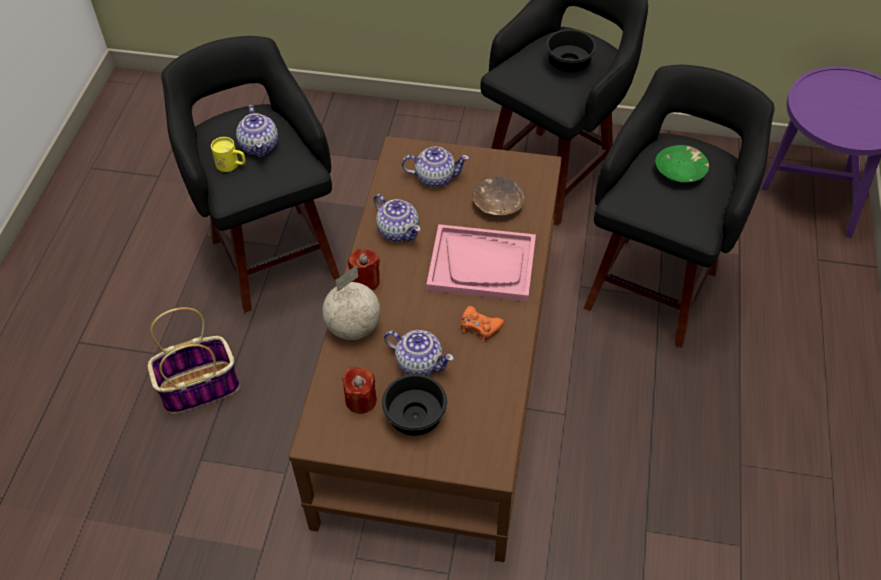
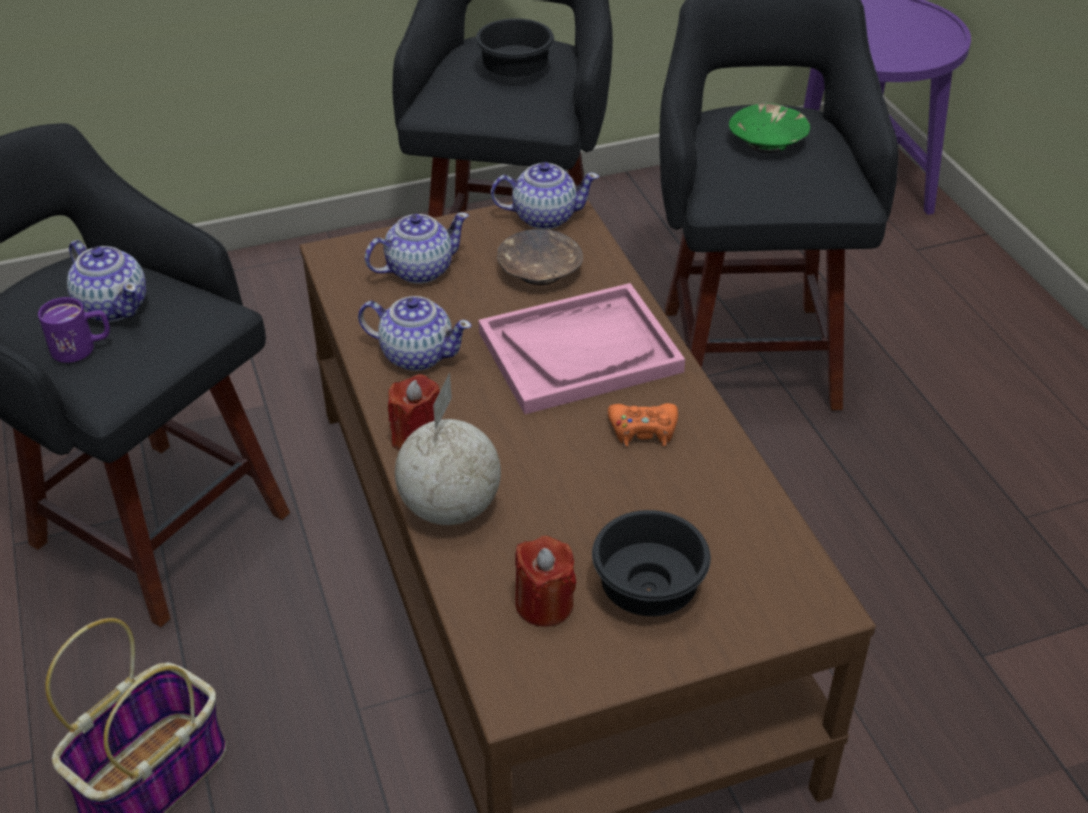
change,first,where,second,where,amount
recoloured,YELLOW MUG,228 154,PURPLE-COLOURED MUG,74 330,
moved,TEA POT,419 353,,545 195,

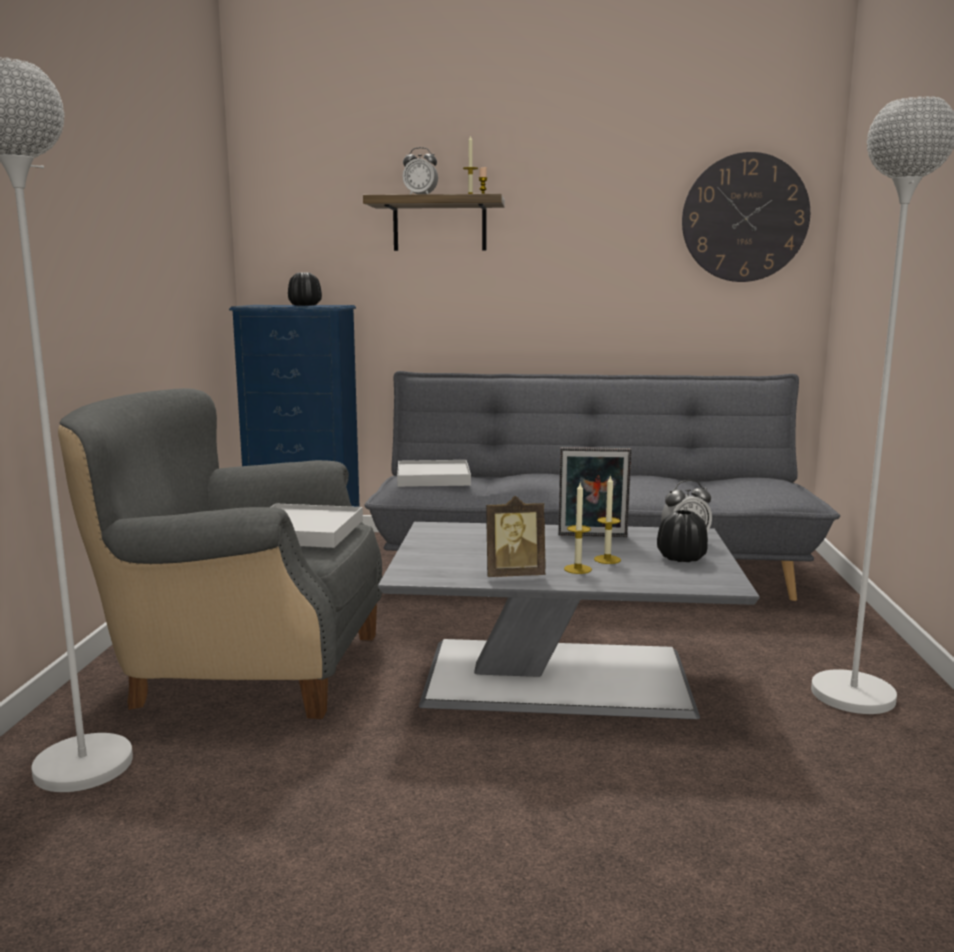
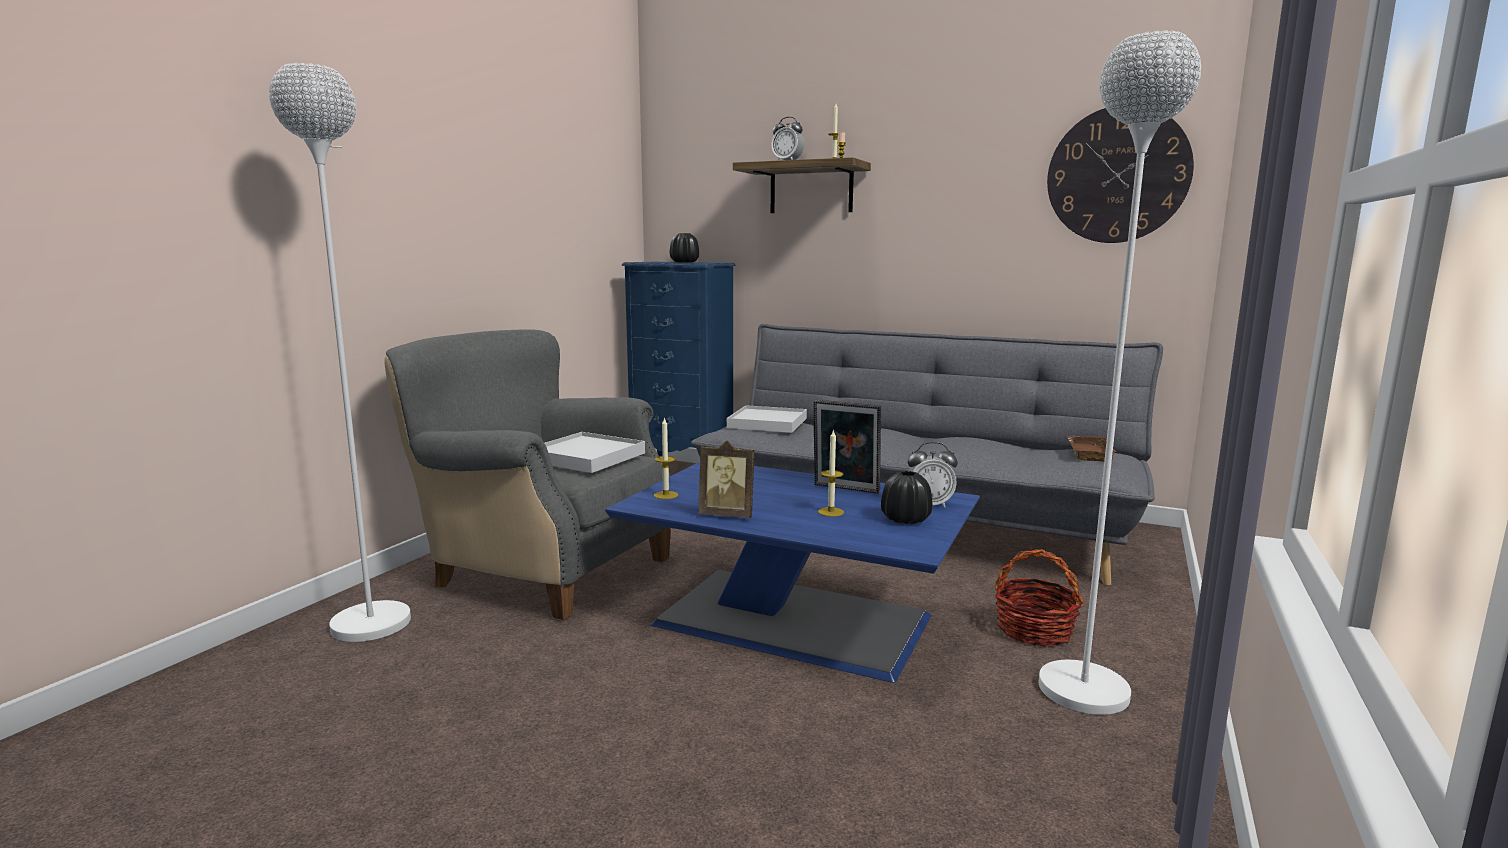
change,first,where,second,where,amount
recoloured,GREYISH LOUNGE TABLE,569 620,BLUISH LOUNGE TABLE,792 572,
moved,WAX LIGHT,578 528,,666 458,
added,,,HOUSEHOLD BASKET,1039 598,
added,,,BROWN-COLOURED TRAY,1092 448,

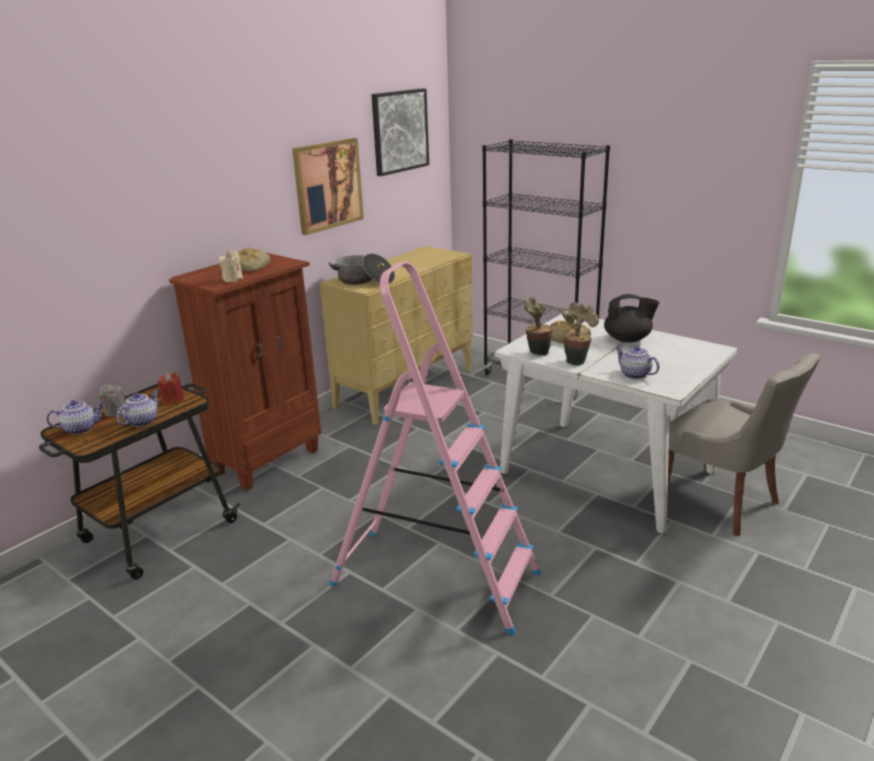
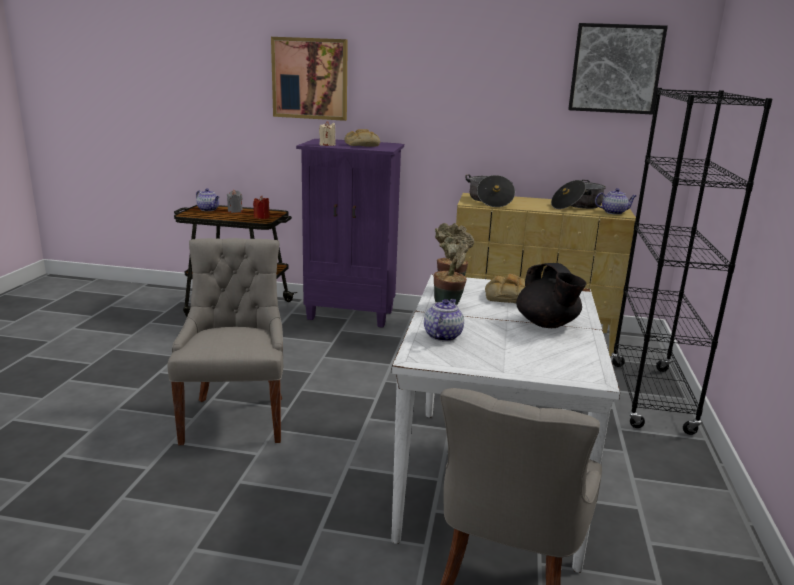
change,first,where,second,where,amount
moved,TEA POT,137 408,,616 201,
recoloured,BROWN-COLOURED STORAGE CABINET,245 371,PURPLE-COLOURED STORAGE CABINET,350 233,
moved,WALL PICTURE,328 186,,309 79,
replaced,PINK-COLOURED STEPLADDER,435 448,GREYISH UPRIGHT CHAIR,225 341,
added,,,COOKING POT,578 194,

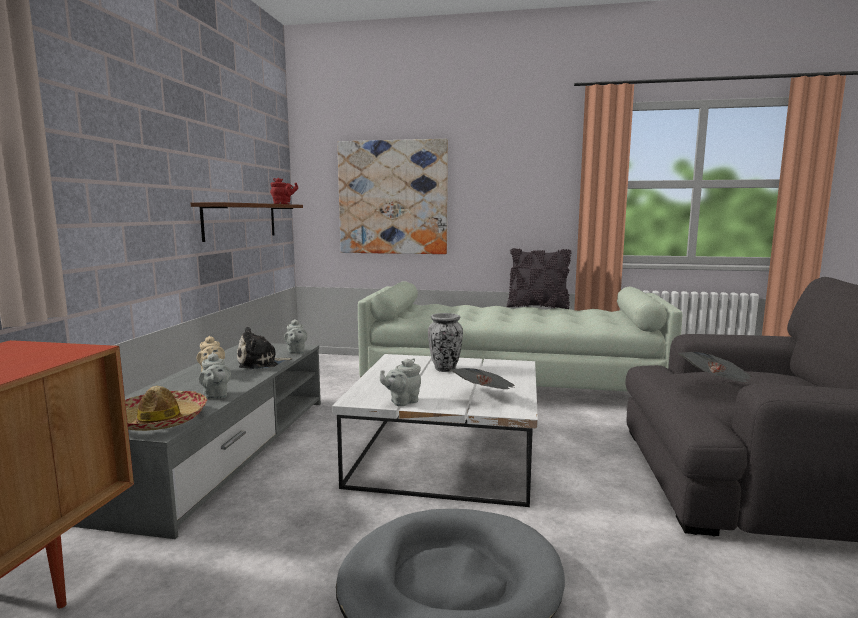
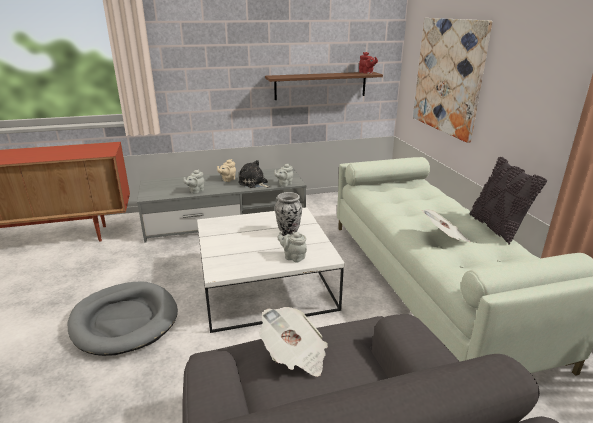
change,first,where,second,where,amount
removed,WEARABLE HAT,166 408,,,
moved,GREYISH TEA POT,400 382,,292 247,
moved,PRINTED PAPER,482 378,,446 225,

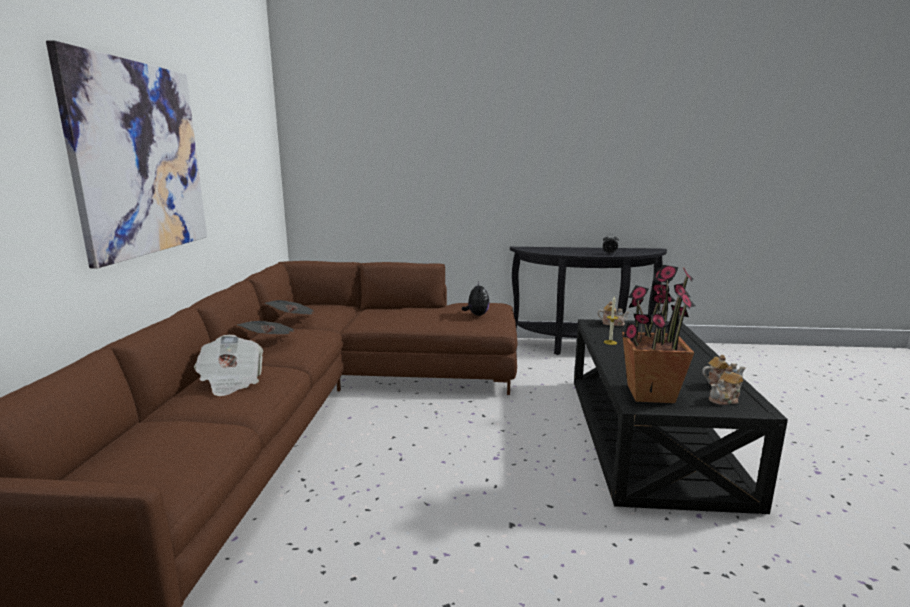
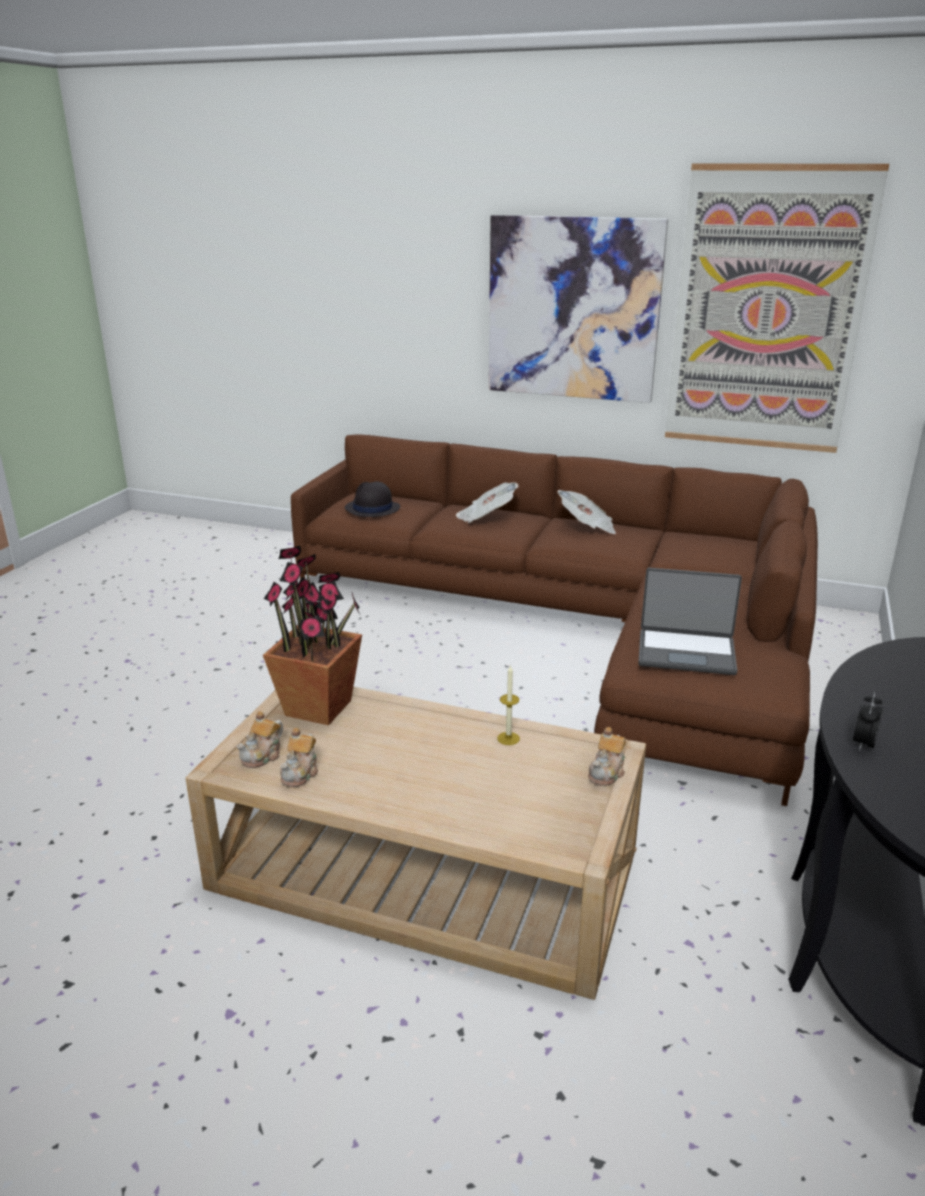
change,first,where,second,where,amount
removed,PRINTED PAPER,289 307,,,
replaced,PLUSH TOY,475 299,NOTEBOOK COMPUTER,690 621,
recoloured,BLACK LOUNGE TABLE,681 416,BEIGE-COLOURED LOUNGE TABLE,416 843,
turned,TEA POT,726 385,,259 739,135 degrees counterclockwise
added,,,BLACK WEARABLE HAT,372 499,
added,,,WALL PICTURE,777 308,

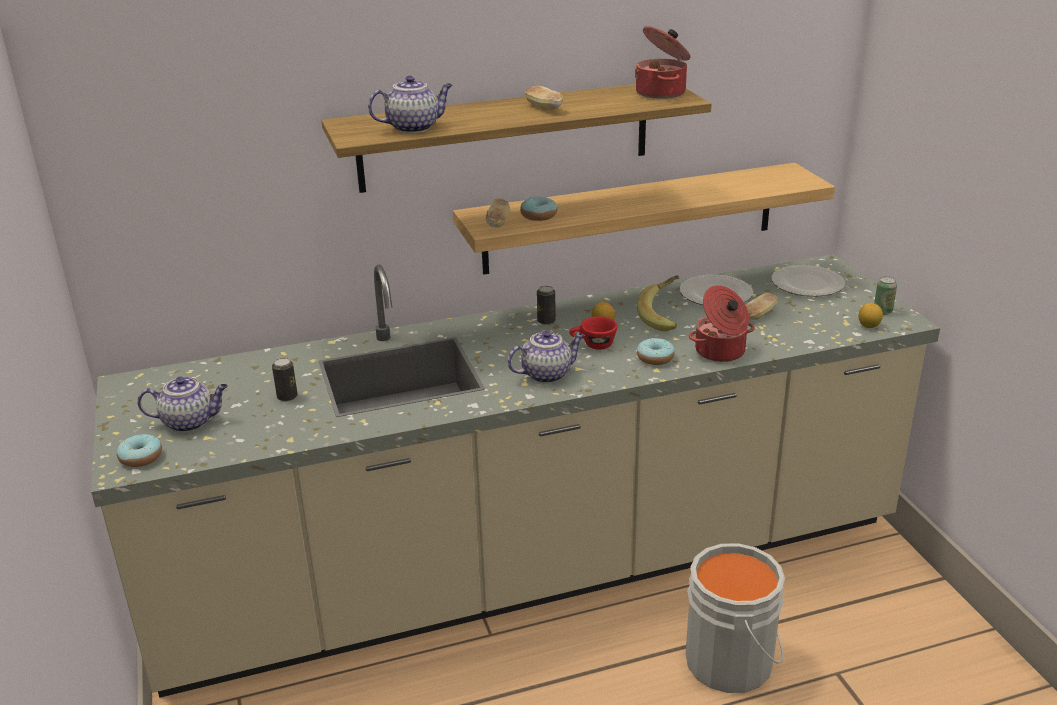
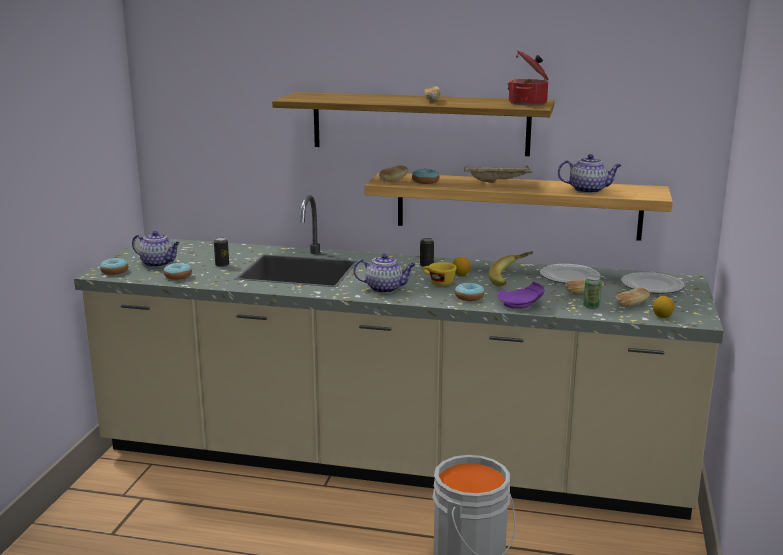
change,first,where,second,where,amount
moved,TEA POT,410 104,,590 173,
recoloured,REDDISH CUP,594 333,YELLOW CUP,440 274,
replaced,COOKING POT,721 323,PURPLE-COLOURED DINNER PLATE,521 295,
moved,METAL CAN,885 295,,592 292,
added,,,RING DOUGHNUT,178 271,
added,,,BEIGE-COLOURED TRAY,498 174,
added,,,BREAD,633 297,

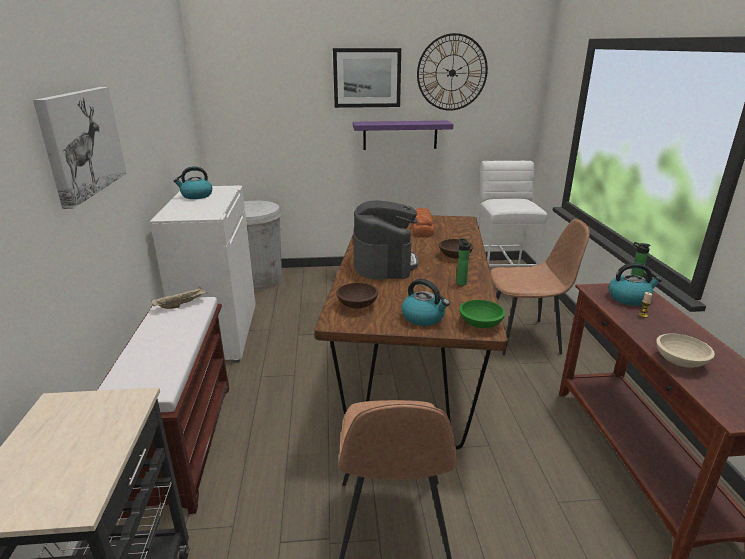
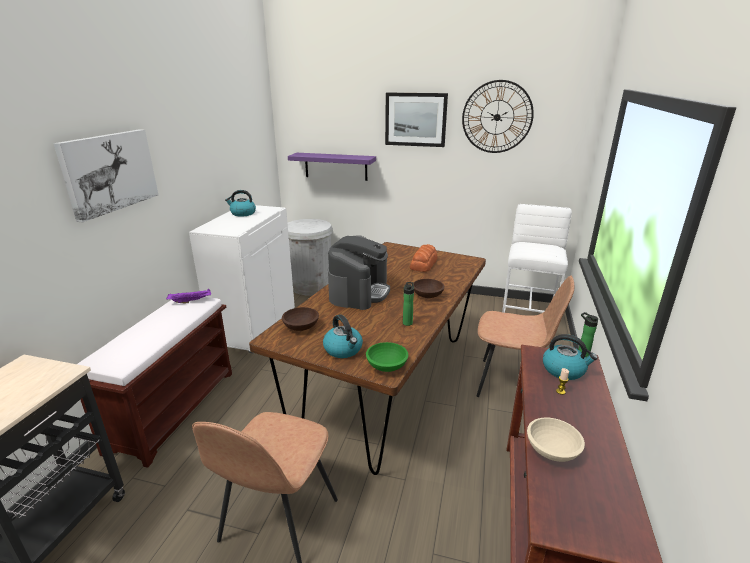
change,first,where,second,where,amount
recoloured,BEIGE-COLOURED TRAY,179 297,PURPLE-COLOURED TRAY,188 296,
moved,PURPLE-COLOURED BRACKET SHELF,403 135,,332 167,

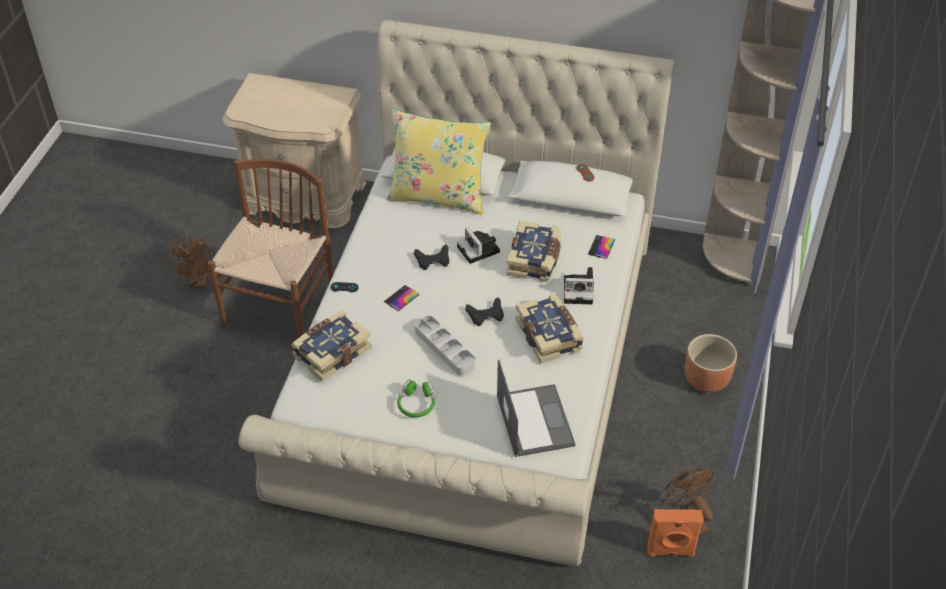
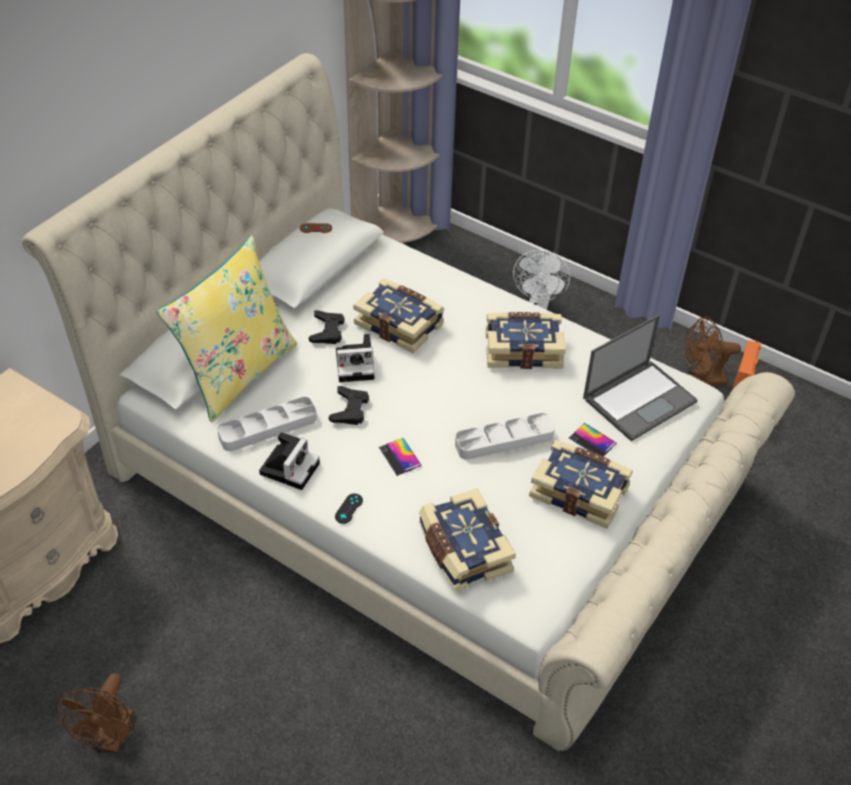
change,first,where,second,where,amount
turned,BROWN-COLOURED COOLING FAN,191 263,,95 713,75 degrees clockwise
removed,BROWN-COLOURED UPRIGHT CHAIR,270 248,,,
replaced,GREEN HEADSET,416 399,BOOK,581 484,
moved,BLACK GAME CONTROLLER,484 311,,327 327,
turned,NOTEBOOK COMPUTER,536 408,,640 378,135 degrees clockwise
moved,STILL CAMERA,579 285,,289 461,
moved,PHONE,601 247,,593 440,
replaced,BROWN-COLOURED PLANTER,711 363,WHITE COOLING FAN,541 280,
added,,,GREYISH TRAY,267 424,

